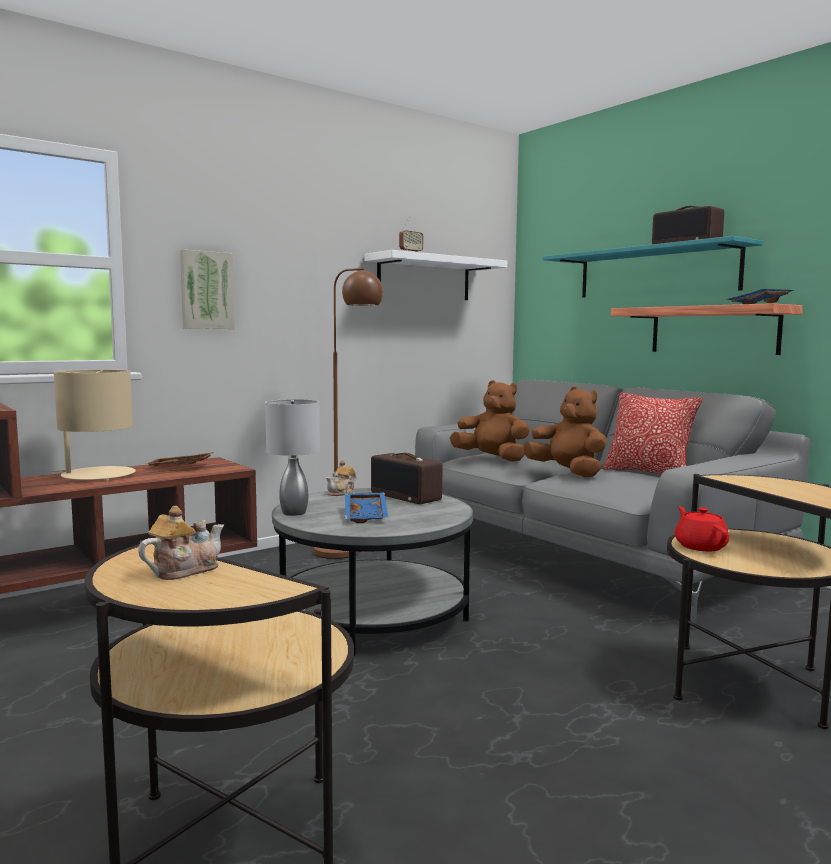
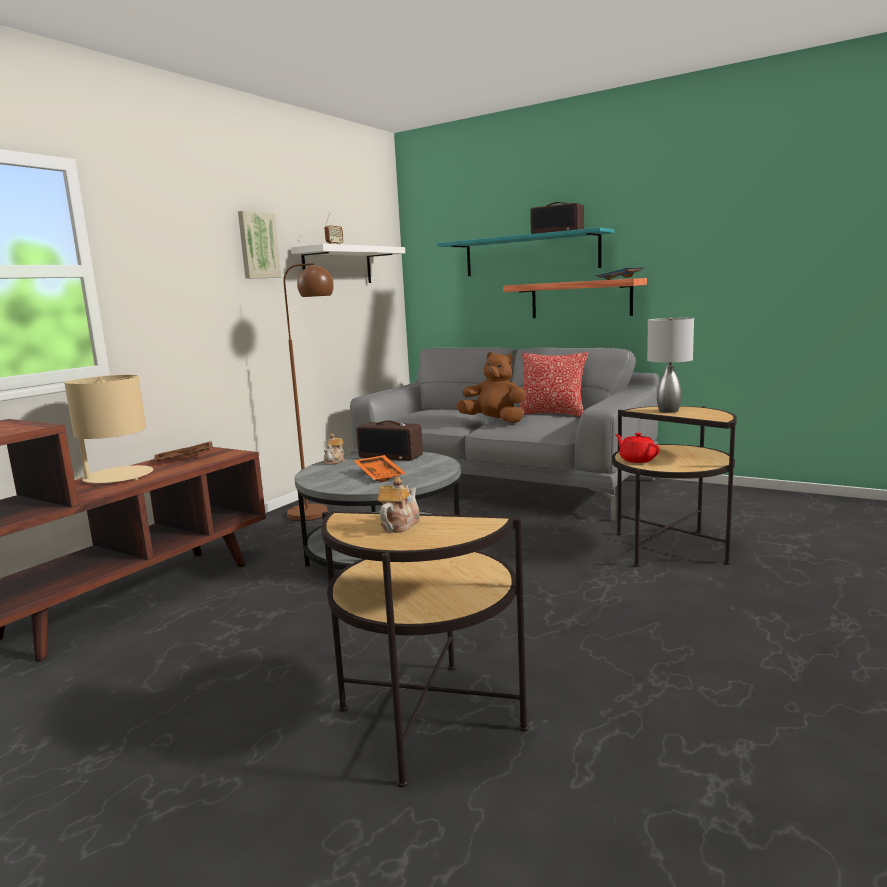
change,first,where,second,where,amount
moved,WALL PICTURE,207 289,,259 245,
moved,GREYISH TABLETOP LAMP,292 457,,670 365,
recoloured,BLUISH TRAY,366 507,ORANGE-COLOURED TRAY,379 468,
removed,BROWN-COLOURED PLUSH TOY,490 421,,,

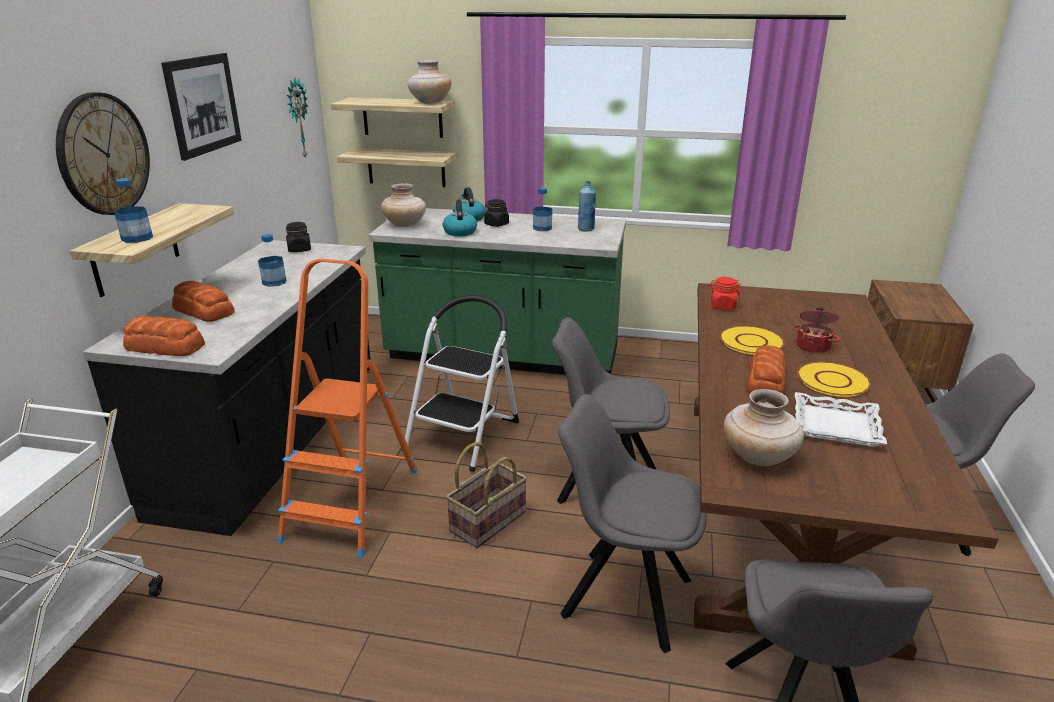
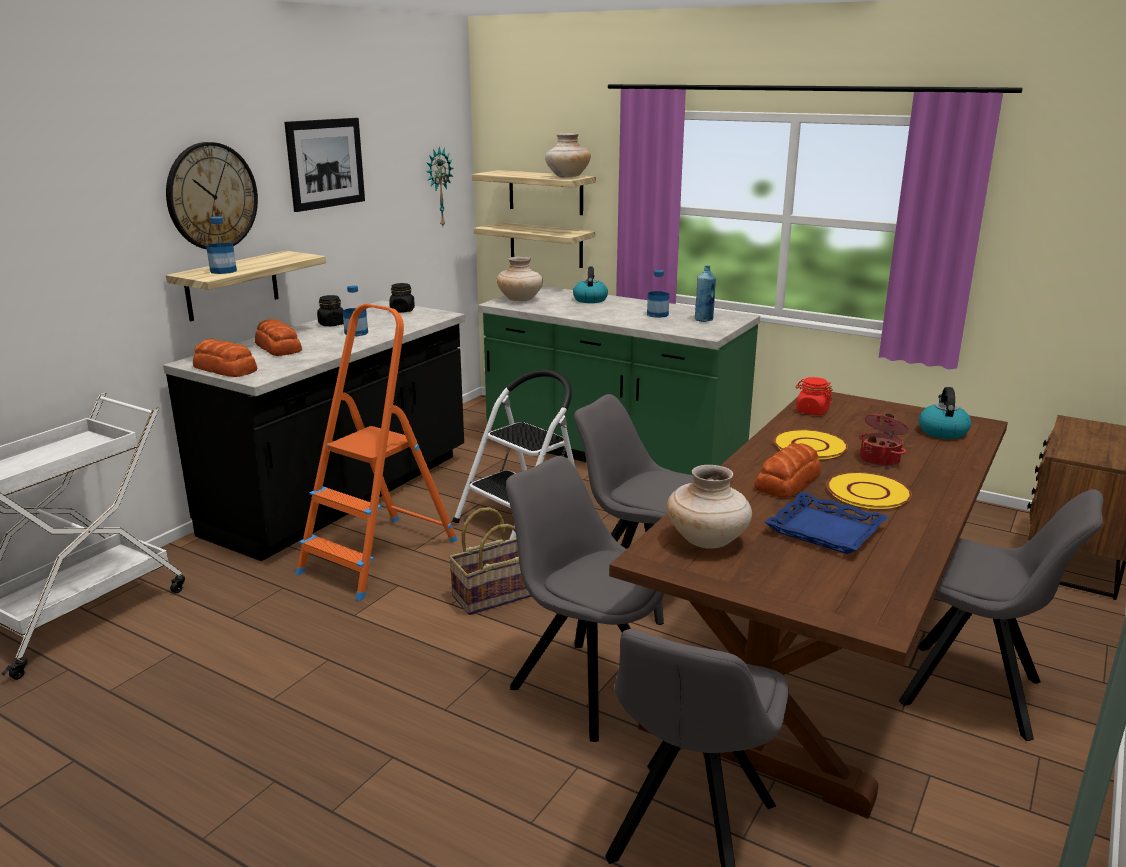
change,first,where,second,where,amount
moved,TEA KETTLE,460 218,,945 413,
moved,BLACK PRESERVE JAR,496 213,,330 310,
recoloured,WHITE TRAY,841 419,BLUISH TRAY,826 523,

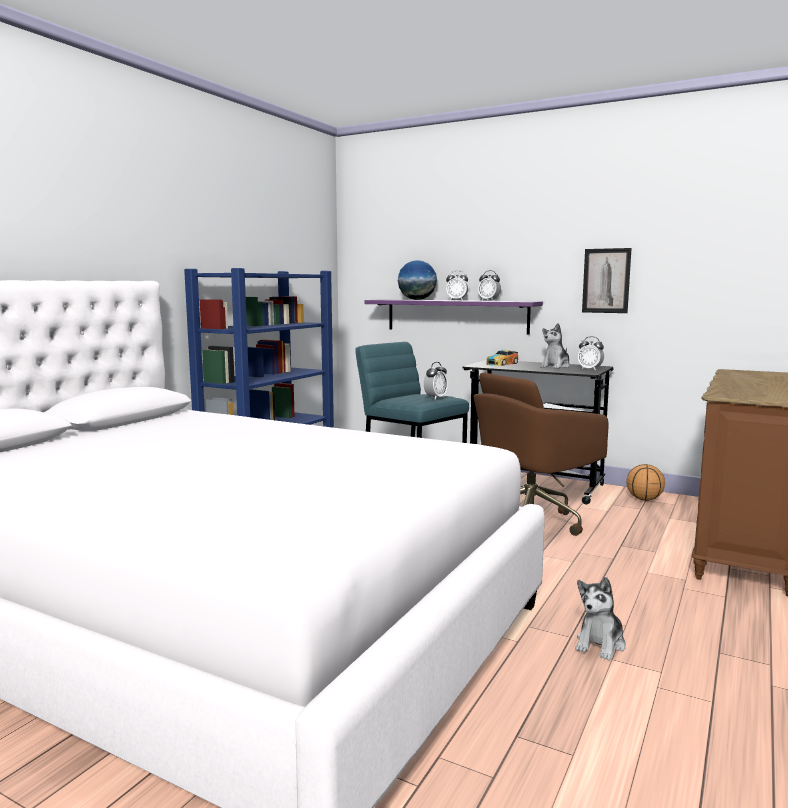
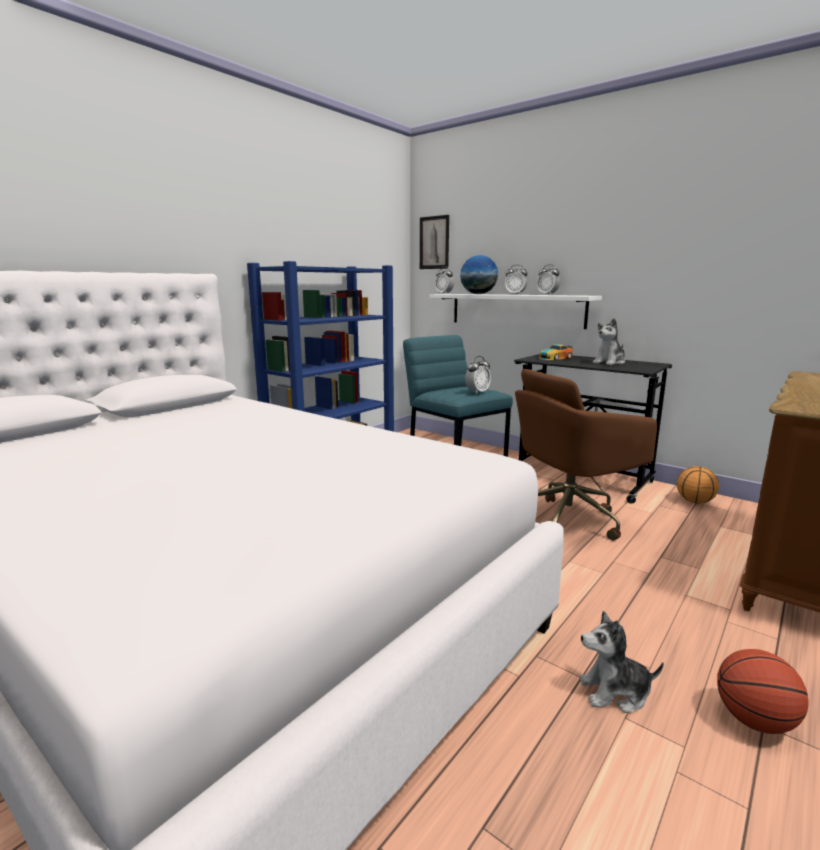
change,first,where,second,where,amount
recoloured,PURPLE-COLOURED BRACKET SHELF,453 317,WHITE BRACKET SHELF,516 311,
turned,PLUSH TOY,601 619,,621 662,45 degrees clockwise
moved,ALARM CLOCK,591 353,,444 280,
moved,WALL PICTURE,607 280,,434 242,
added,,,BALL FOR BASKETBALL,763 691,

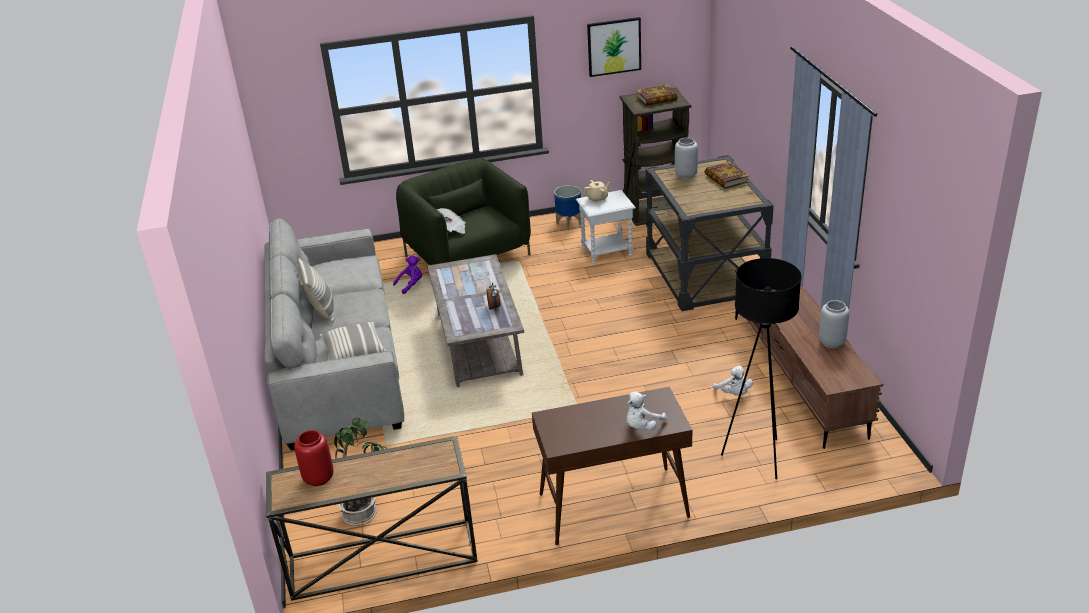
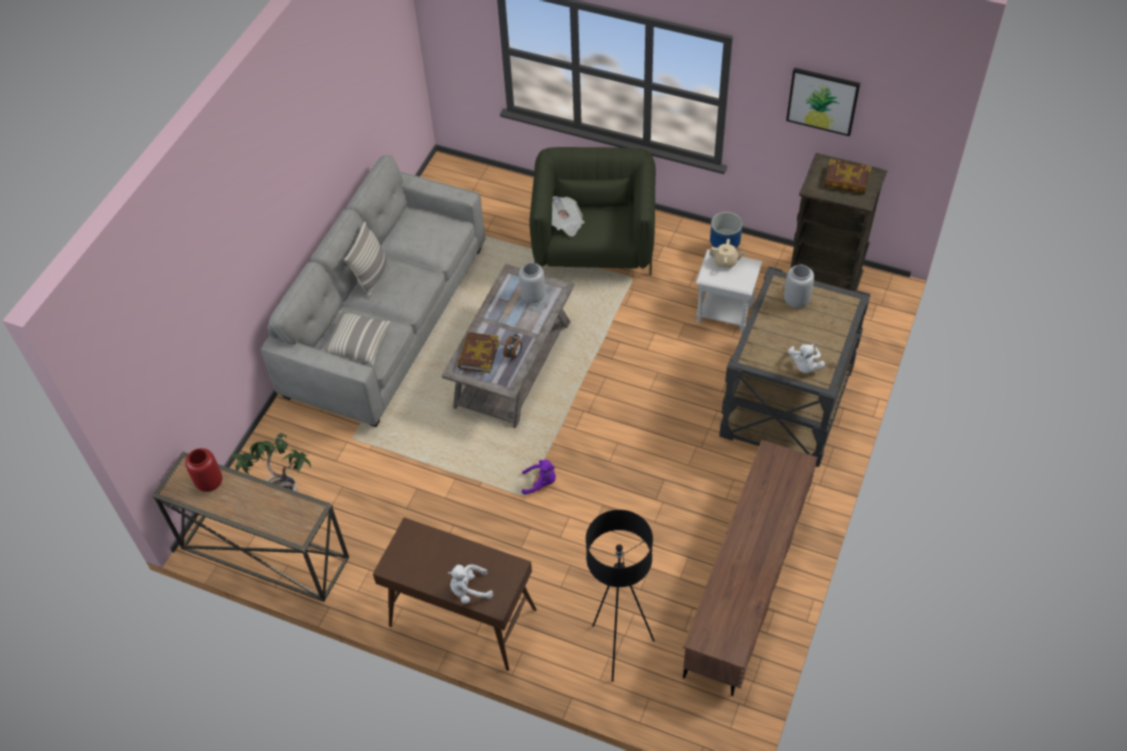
change,first,where,second,where,amount
moved,PURPLE-COLOURED PLUSH TOY,407 274,,539 477,
moved,BOOK,726 175,,478 352,
moved,WHITE PLUSH TOY,733 380,,806 358,
moved,GREYISH DECORATIVE VASE,834 324,,532 283,

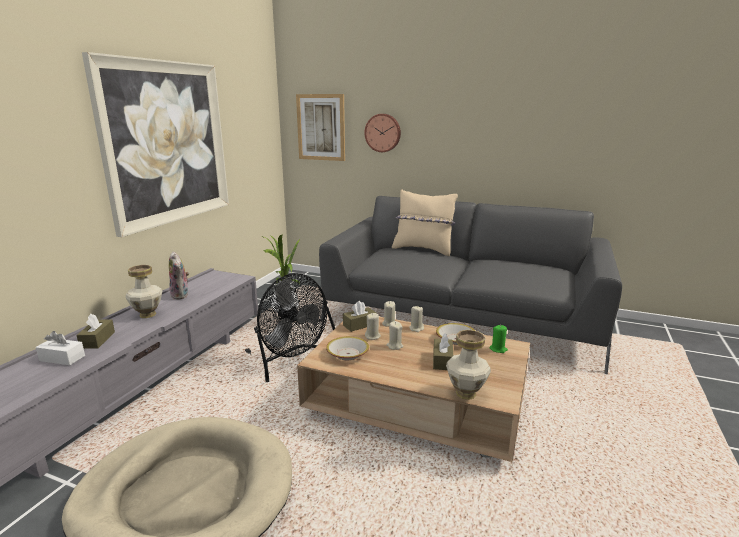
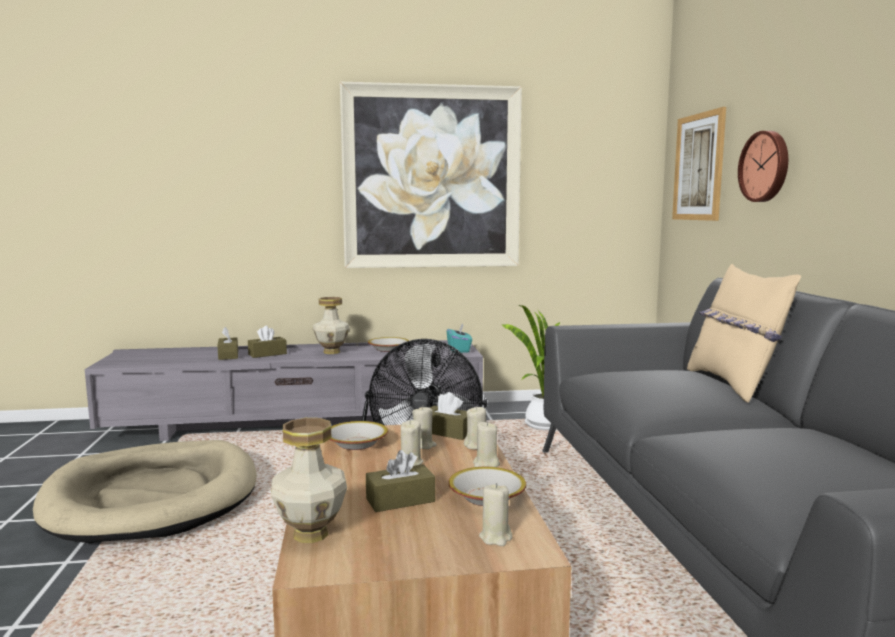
change,first,where,second,where,amount
recoloured,WHITE TISSUE HOLDER,60 348,BROWN-COLOURED TISSUE HOLDER,227 343,
replaced,PLUSH TOY,179 275,SERVING BOWL,388 344,
recoloured,GREEN WAX LIGHT,498 339,BEIGE-COLOURED WAX LIGHT,495 514,
added,,,TURQUOISE-COLOURED TISSUE HOLDER,459 338,

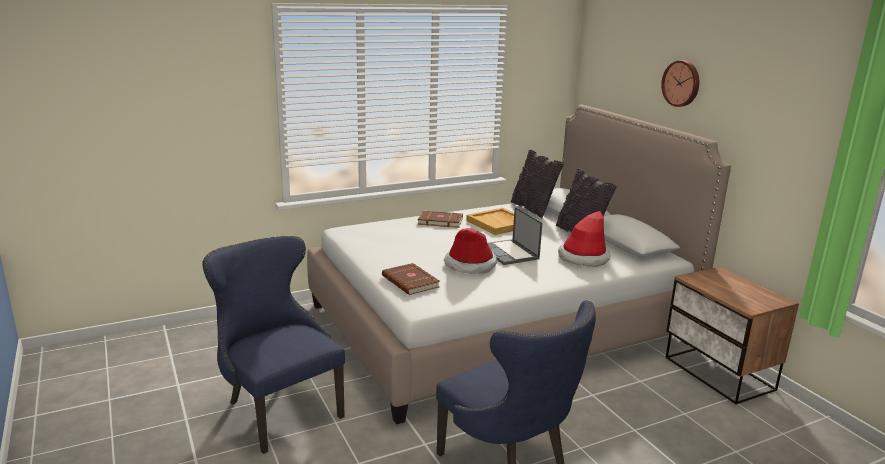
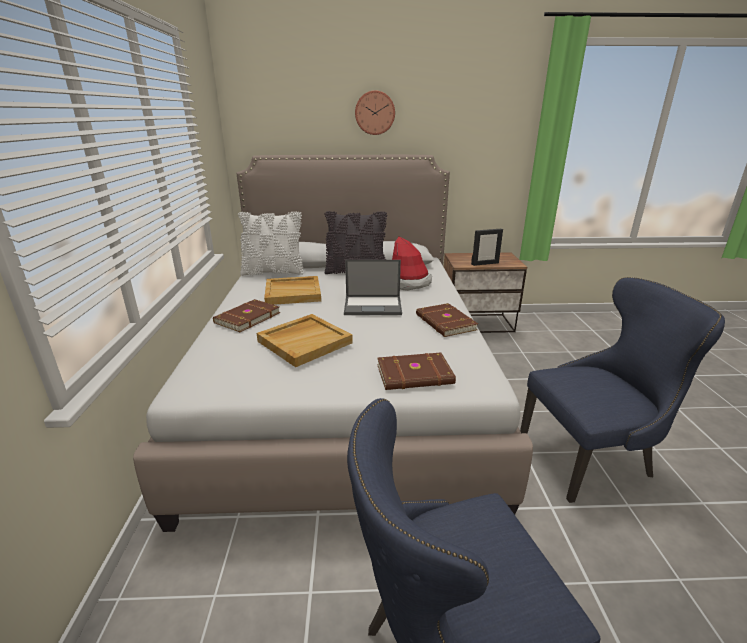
change,first,where,second,where,amount
removed,WEARABLE HAT,470 251,,,
recoloured,BLACK PILLOW,537 184,WHITE PILLOW,270 243,
added,,,BEIGE-COLOURED TRAY,305 340,
added,,,BROWN-COLOURED BOOK,447 320,
added,,,STANDING FRAME,487 247,

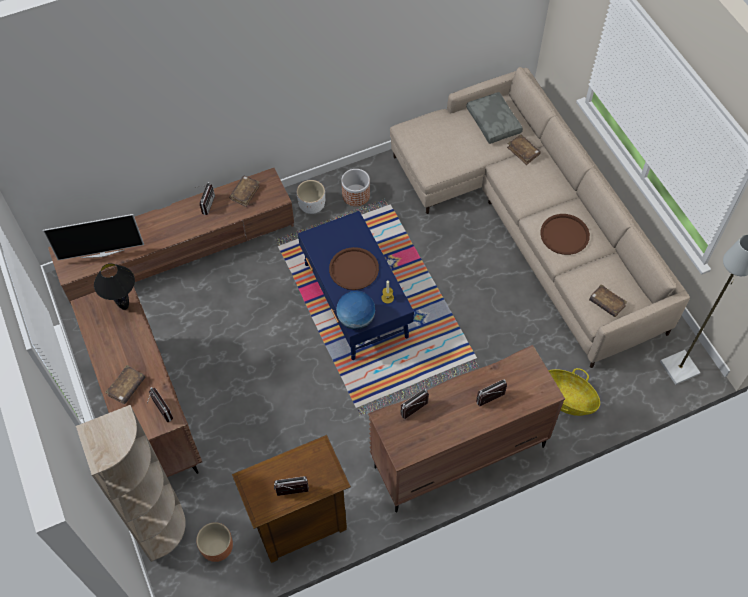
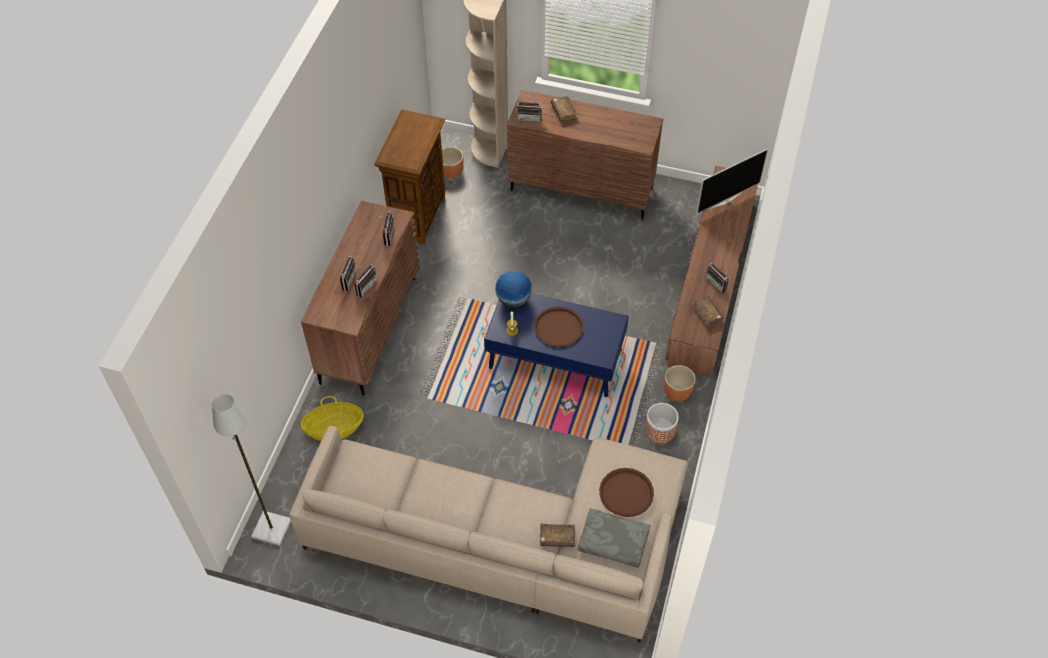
change,first,where,second,where,amount
turned,TV SET,93 237,,732 181,150 degrees counterclockwise
removed,BLACK TABLETOP LAMP,114 286,,,
moved,RADIO RECEIVER,291 486,,365 281,
recoloured,WHITE PLANTER,311 197,BROWN-COLOURED PLANTER,680 383,
moved,BROWN-COLOURED TRAY,565 234,,626 492,
removed,BROWN-COLOURED BOOK,608 300,,,

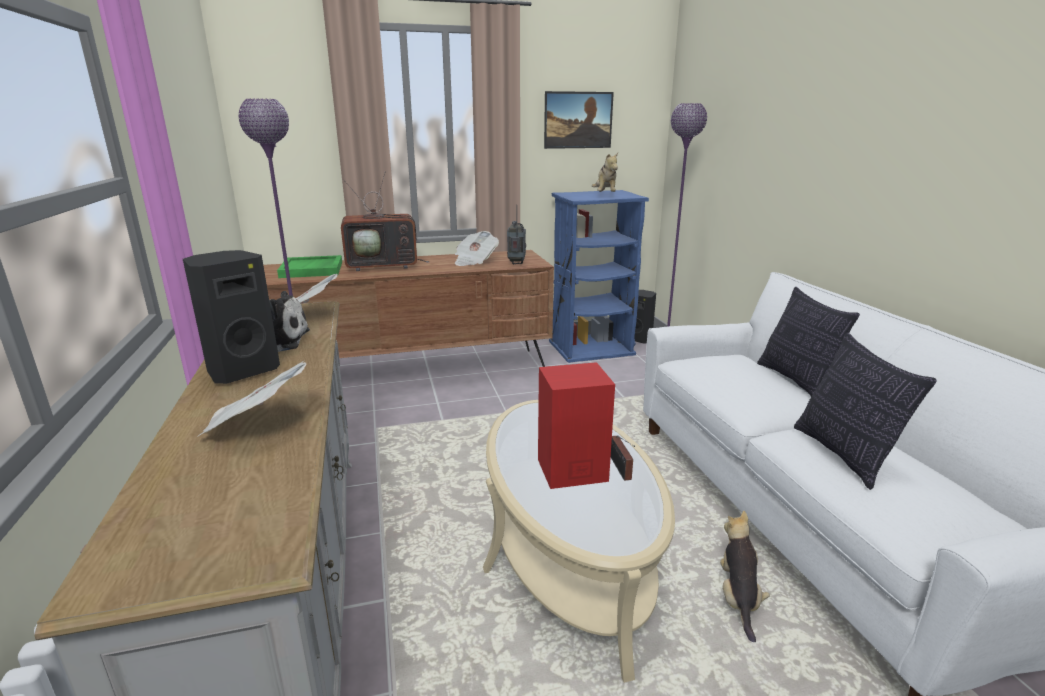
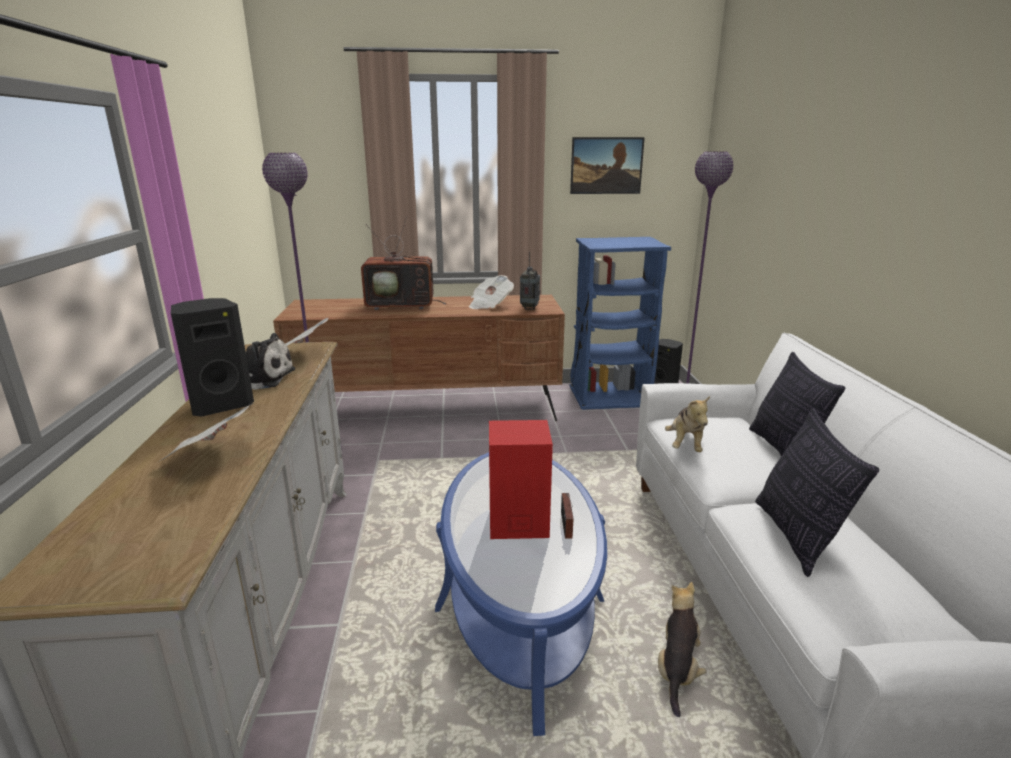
change,first,where,second,where,amount
removed,GREEN TRAY,309 266,,,
recoloured,BEIGE-COLOURED LOUNGE TABLE,579 541,BLUISH LOUNGE TABLE,521 594,
moved,PLUSH TOY,605 172,,687 424,

